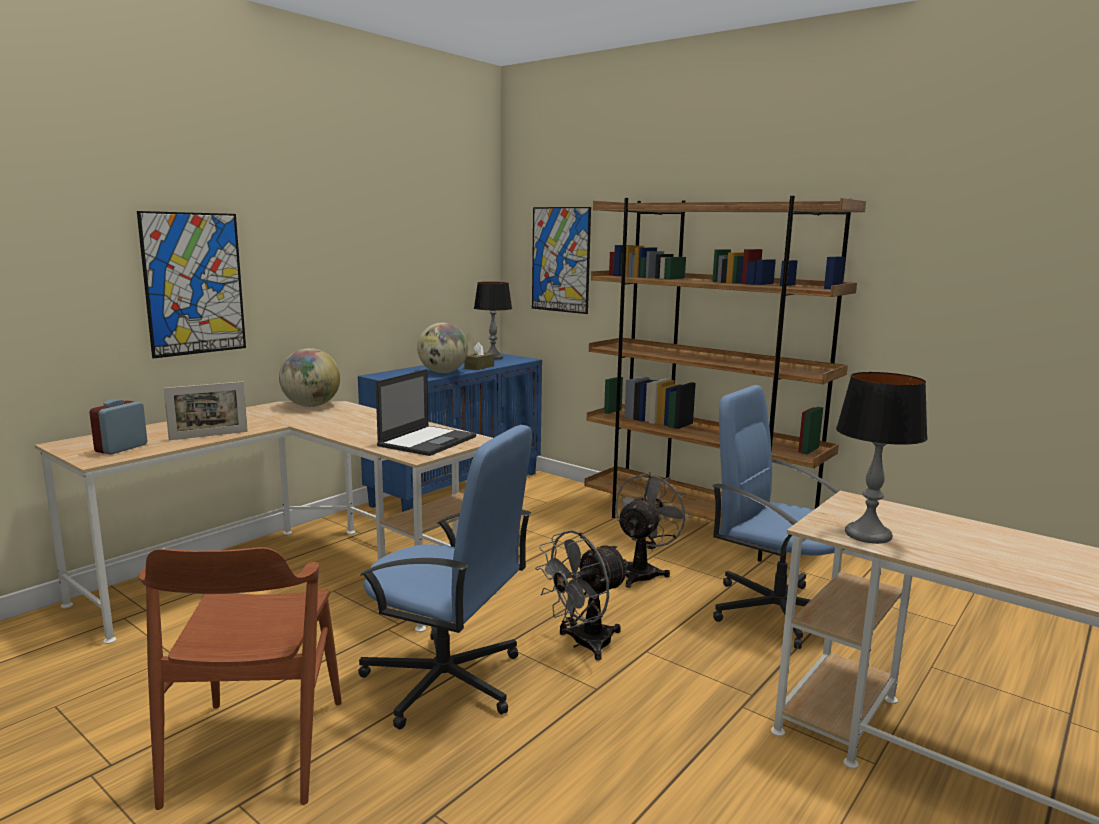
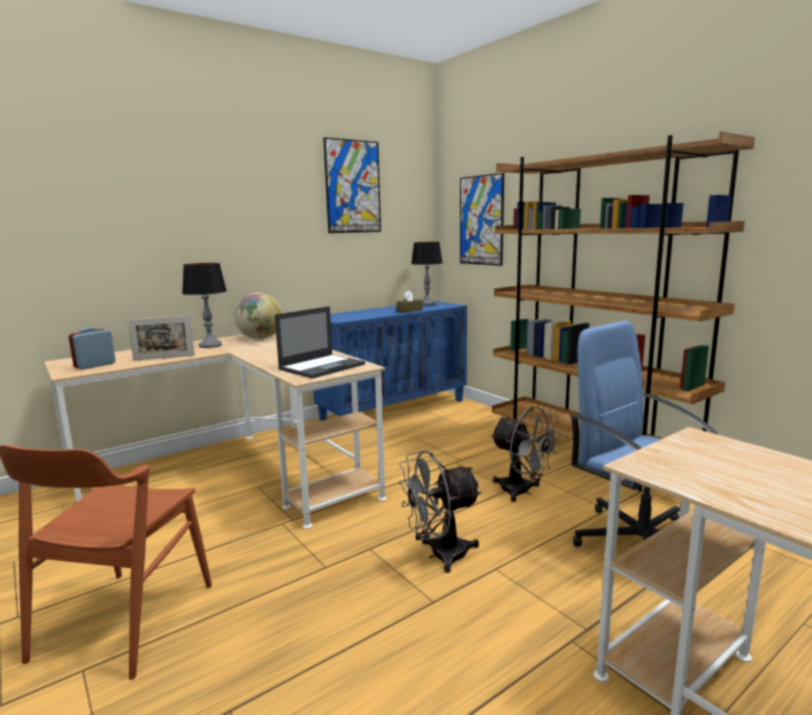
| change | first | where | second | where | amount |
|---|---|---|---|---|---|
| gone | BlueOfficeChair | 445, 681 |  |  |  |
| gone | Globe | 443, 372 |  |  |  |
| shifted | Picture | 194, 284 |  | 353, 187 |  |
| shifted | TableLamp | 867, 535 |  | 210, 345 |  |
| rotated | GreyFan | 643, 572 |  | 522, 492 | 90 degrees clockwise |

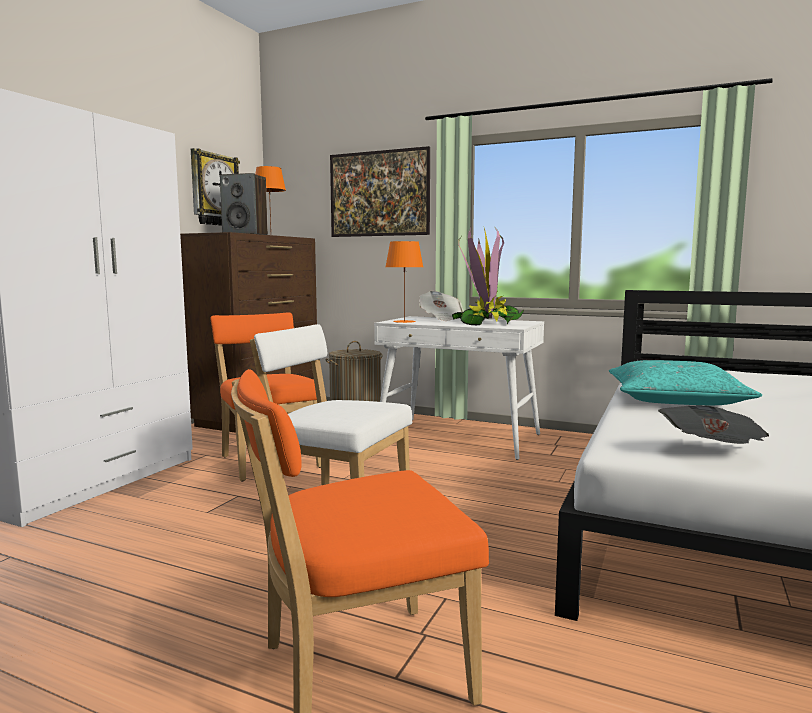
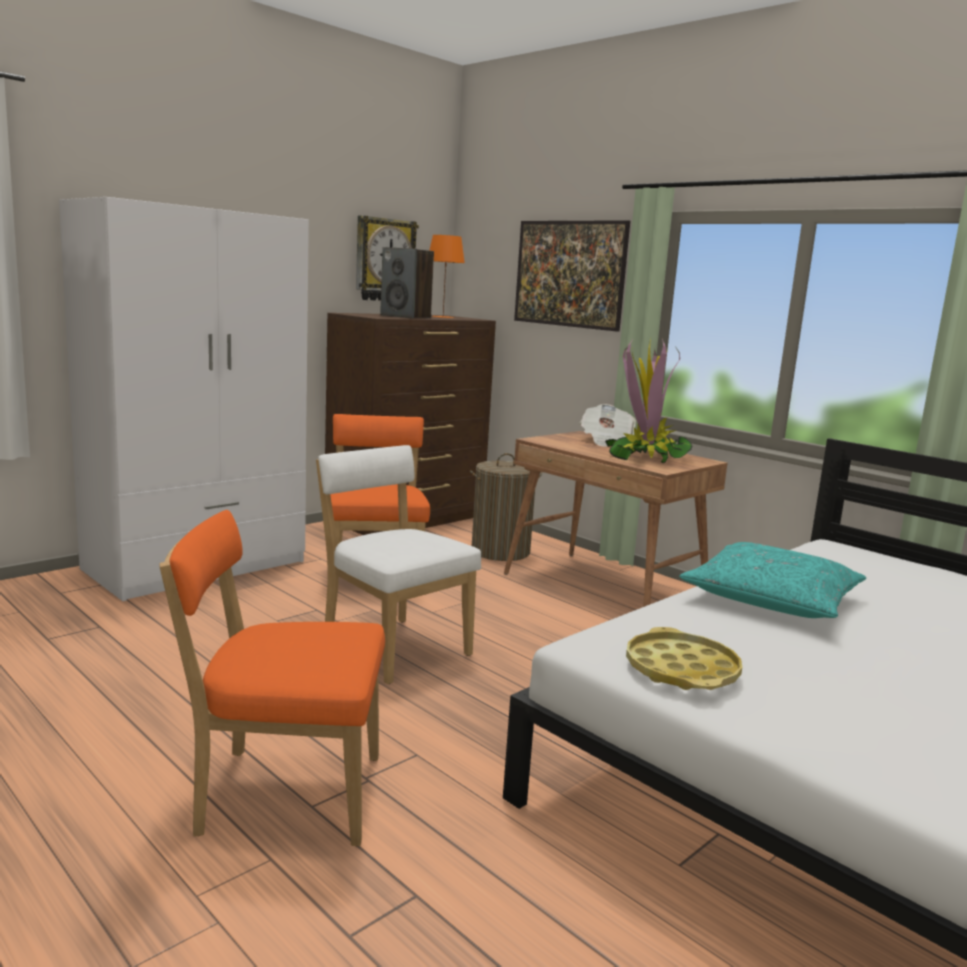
| change | first | where | second | where | amount |
|---|---|---|---|---|---|
| gone | OrangeTableLamp | 404, 321 |  |  |  |
| swapped | Newspaper | 712, 452 | YellowTray | 681, 670 |  |
| repainted | WhiteDesk | 459, 437 | BrownDesk | 605, 588 |  |

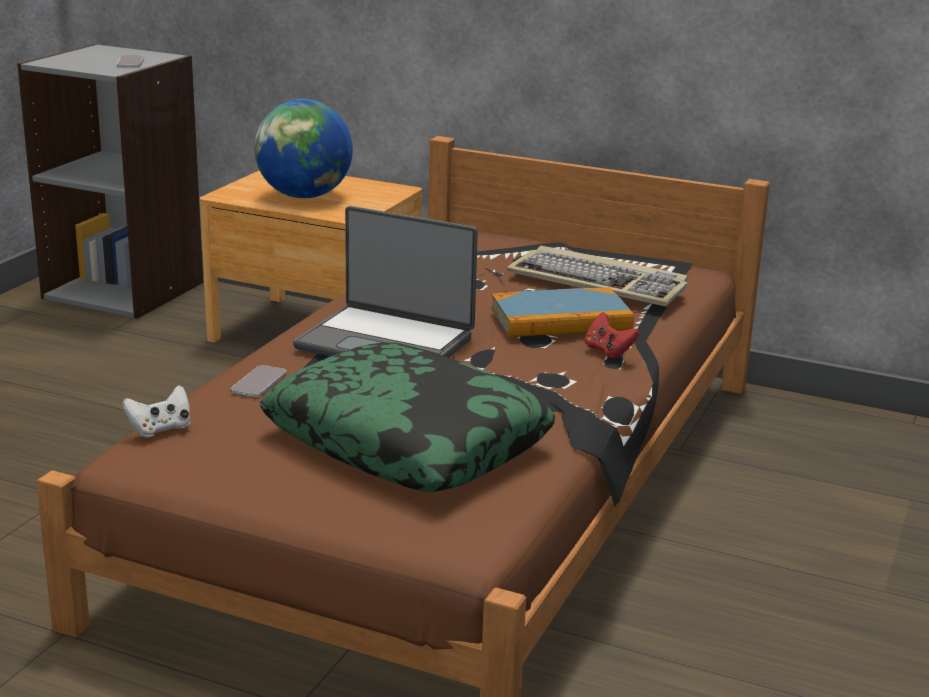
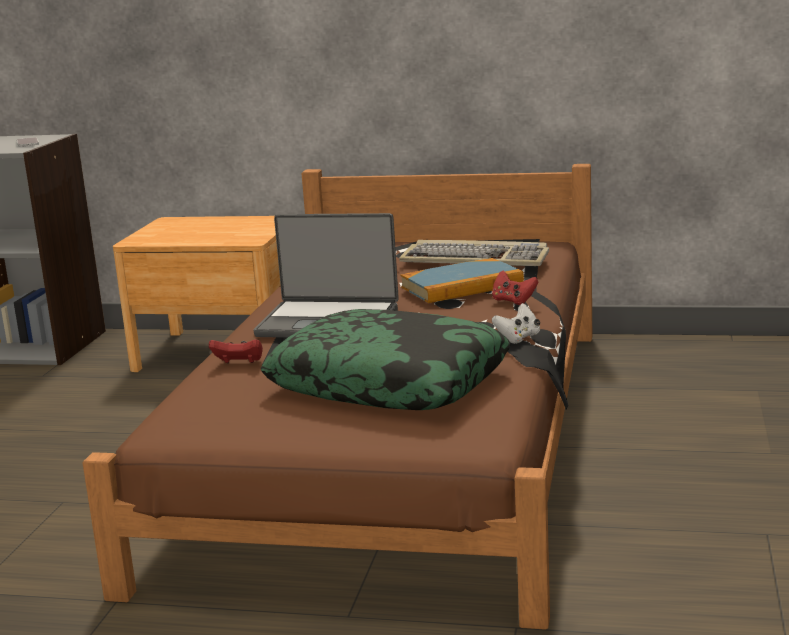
| change | first | where | second | where | amount |
|---|---|---|---|---|---|
| gone | Globe | 304, 196 |  |  |  |
| shifted | WhiteGameController | 160, 429 |  | 518, 338 |  |
| swapped | Phone | 259, 382 | RedGameController | 239, 363 |  |

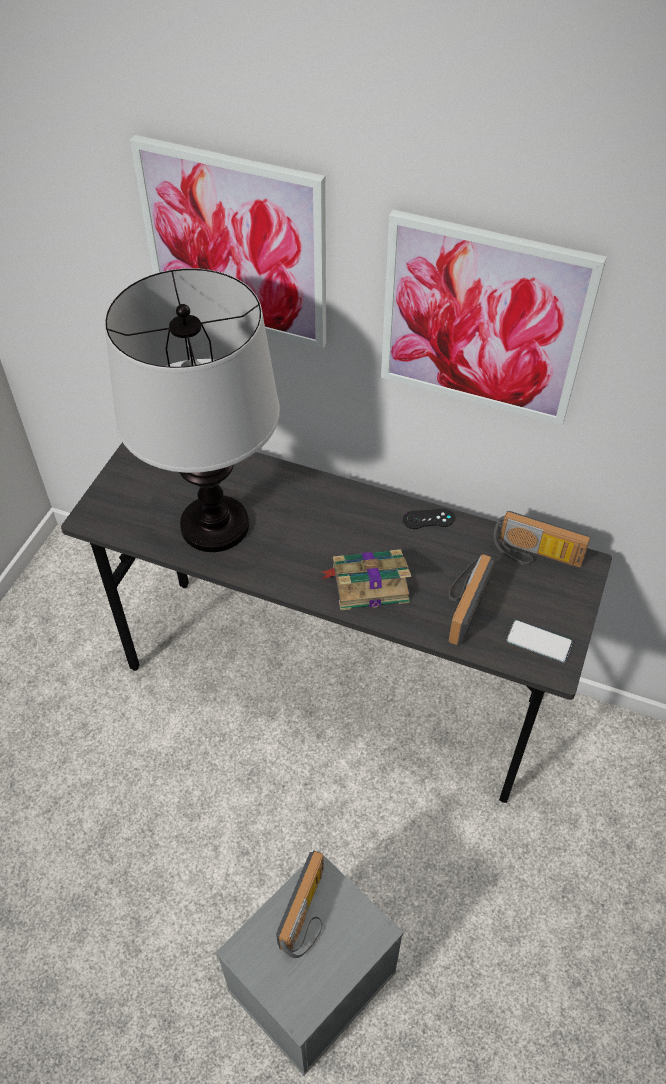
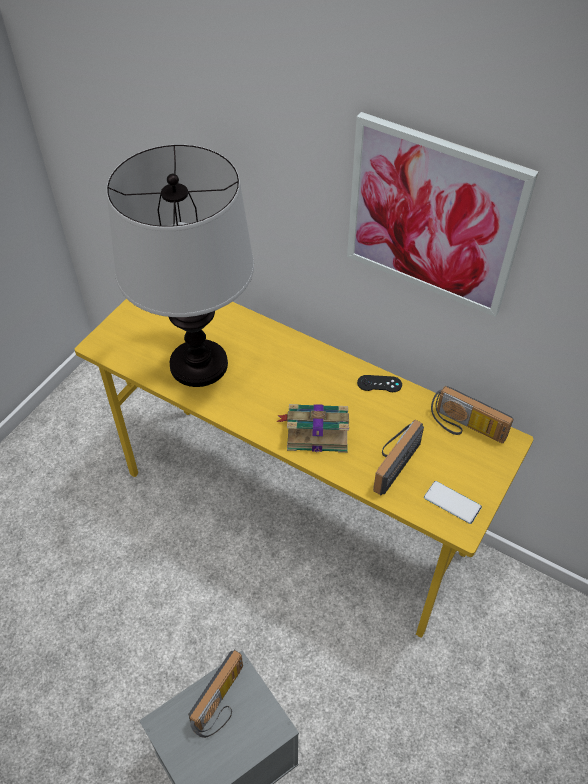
| change | first | where | second | where | amount |
|---|---|---|---|---|---|
| gone | Picture | 235, 244 |  |  |  |
| repainted | GreyDesk | 333, 683 | YellowDesk | 294, 512 |  |

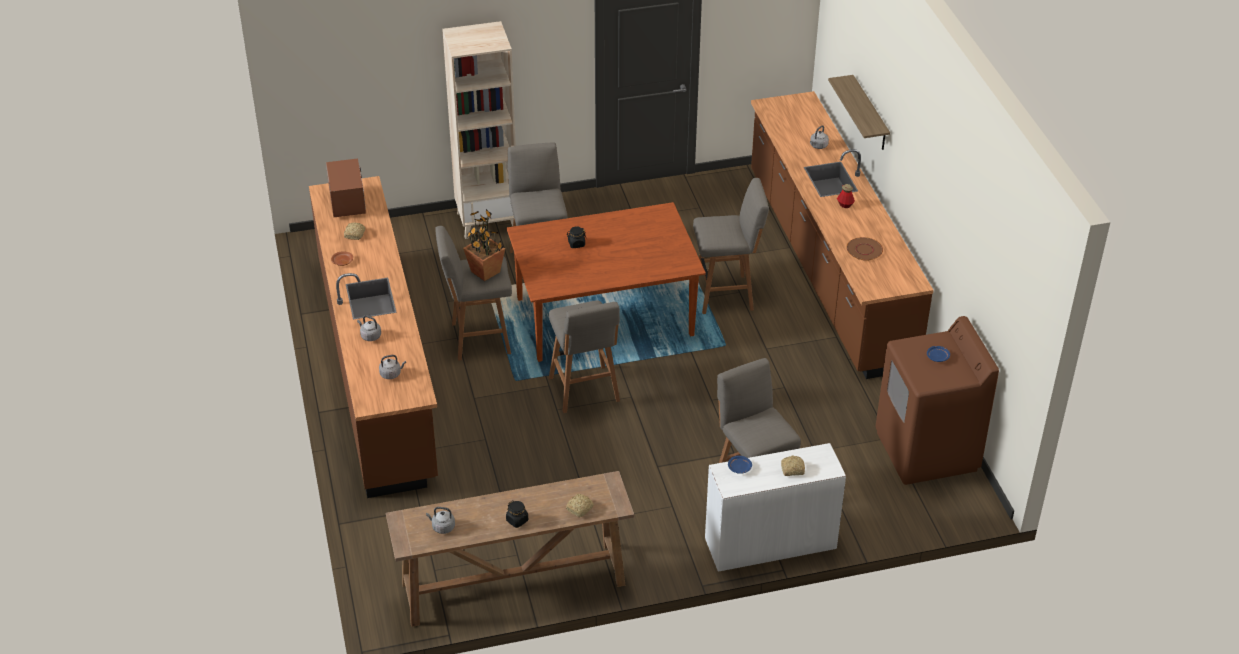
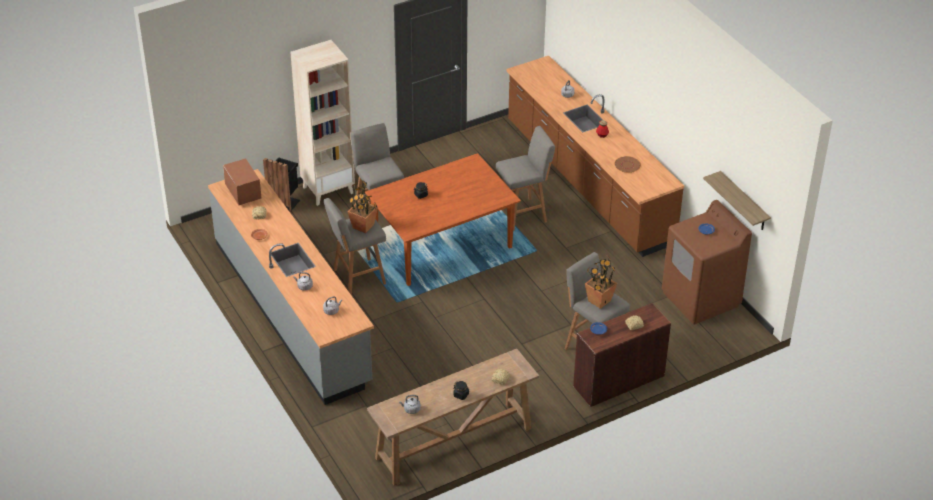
| change | first | where | second | where | amount |
|---|---|---|---|---|---|
| gone | GreyStool | 584, 391 |  |  |  |
| new |  |  | BlackTrashCan | 284, 202 |  |
| new |  |  | PottedPlant | 599, 301 |  |
| shifted | Shelf | 870, 114 |  | 744, 202 |  |
| repainted | BrownCounter | 377, 367 | GreyCounter | 292, 311 |  |
| repainted | WhiteDesk | 769, 542 | BrownDesk | 618, 380 |  |

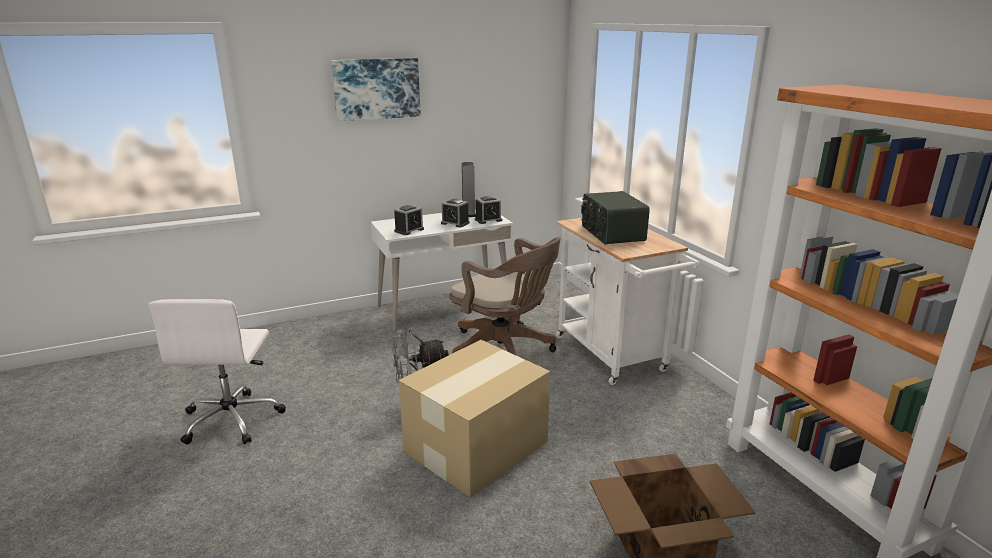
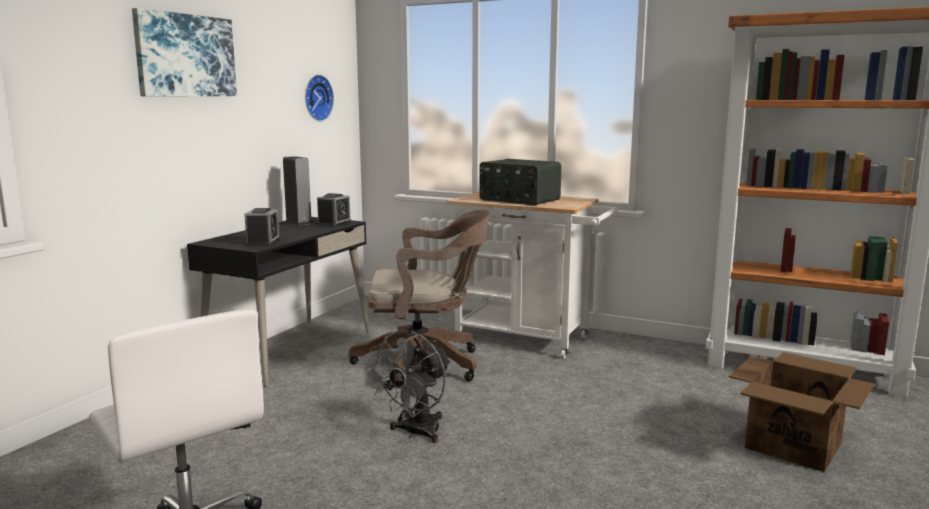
| change | first | where | second | where | amount |
|---|---|---|---|---|---|
| gone | CardboardBox | 478, 446 |  |  |  |
| gone | AlarmClock | 455, 223 |  |  |  |
| new |  |  | WallClock | 316, 98 |  |
| repainted | WhiteDesk | 444, 307 | BlackDesk | 289, 350 |  |

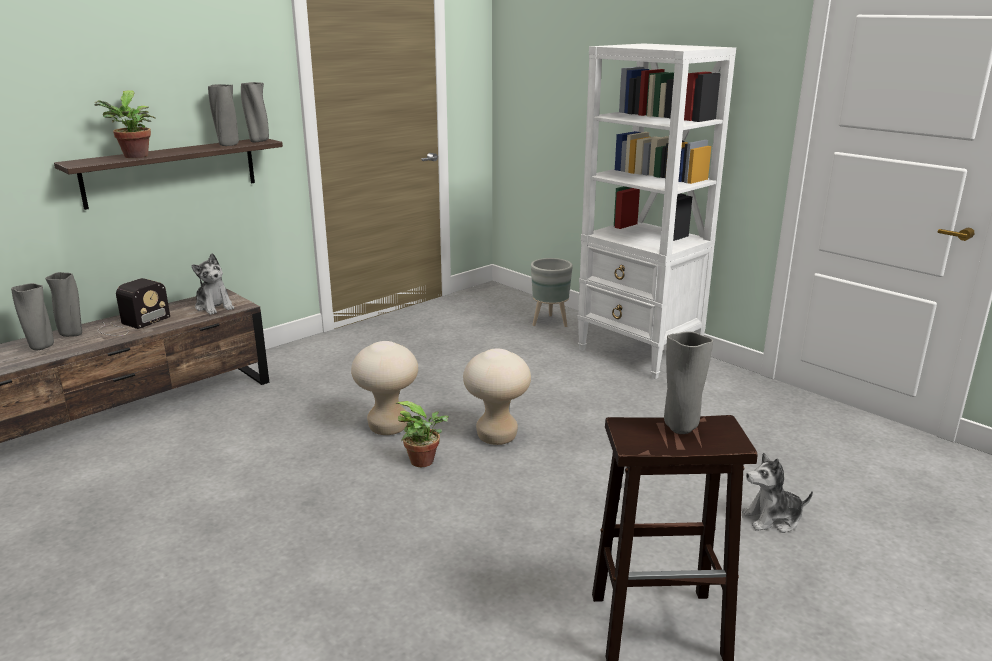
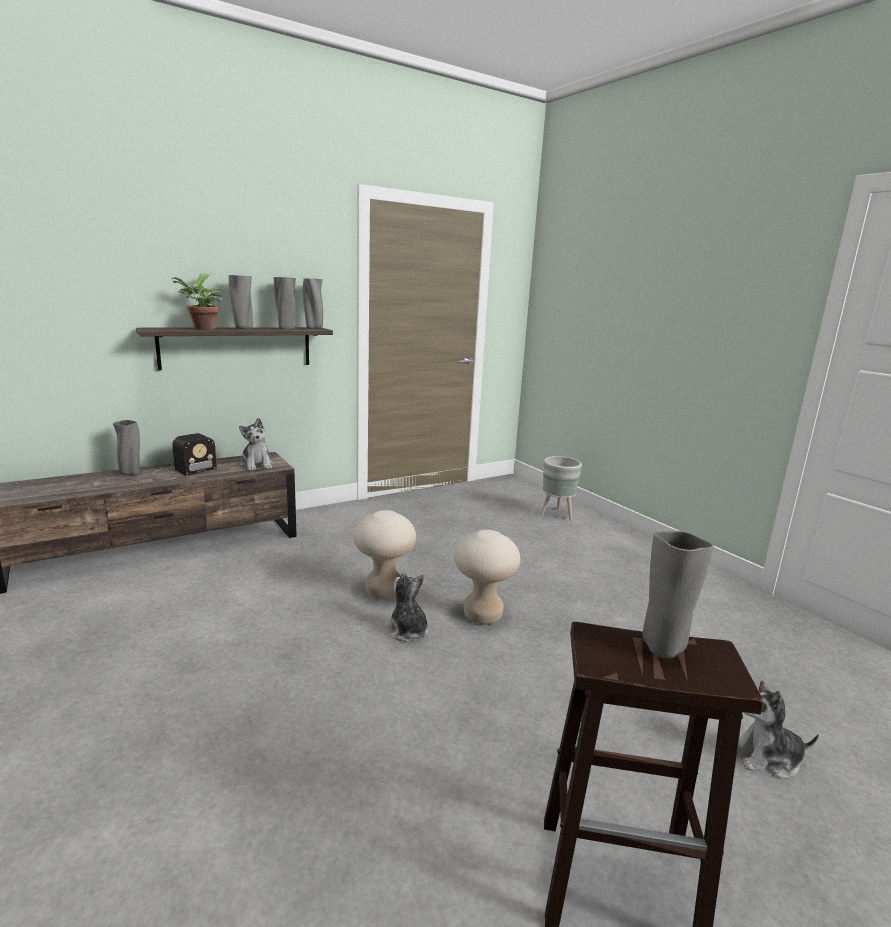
| change | first | where | second | where | amount |
|---|---|---|---|---|---|
| gone | WhiteBookcase | 639, 353 |  |  |  |
| shifted | GreyVase | 41, 347 |  | 242, 328 |  |
| swapped | PottedPlant | 425, 461 | PlushToy | 407, 631 |  |

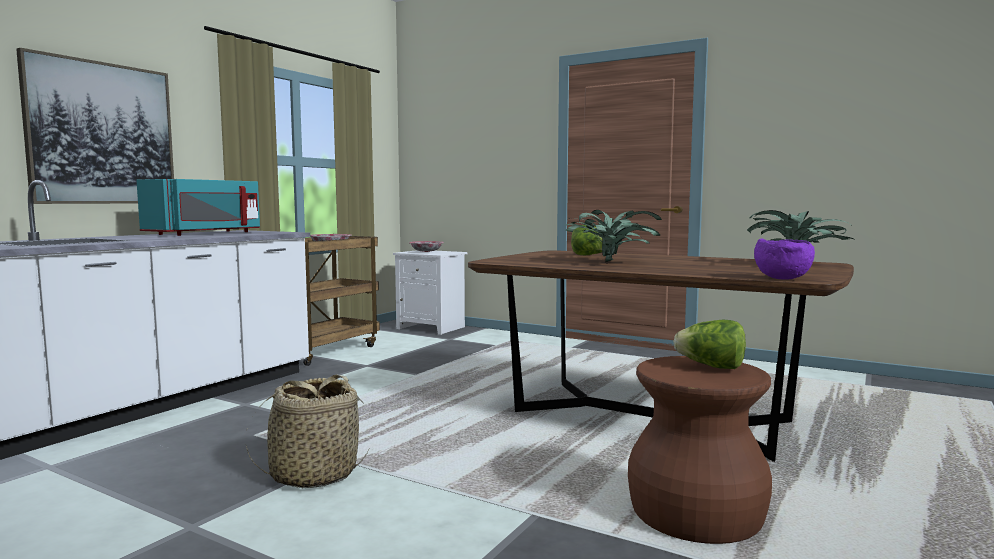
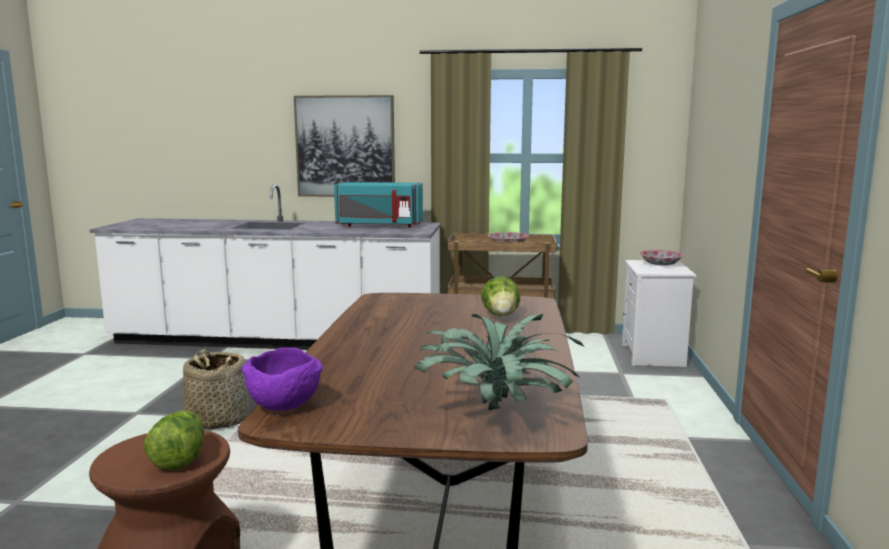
| change | first | where | second | where | amount |
|---|---|---|---|---|---|
| gone | PottedPlant | 611, 262 |  |  |  |

